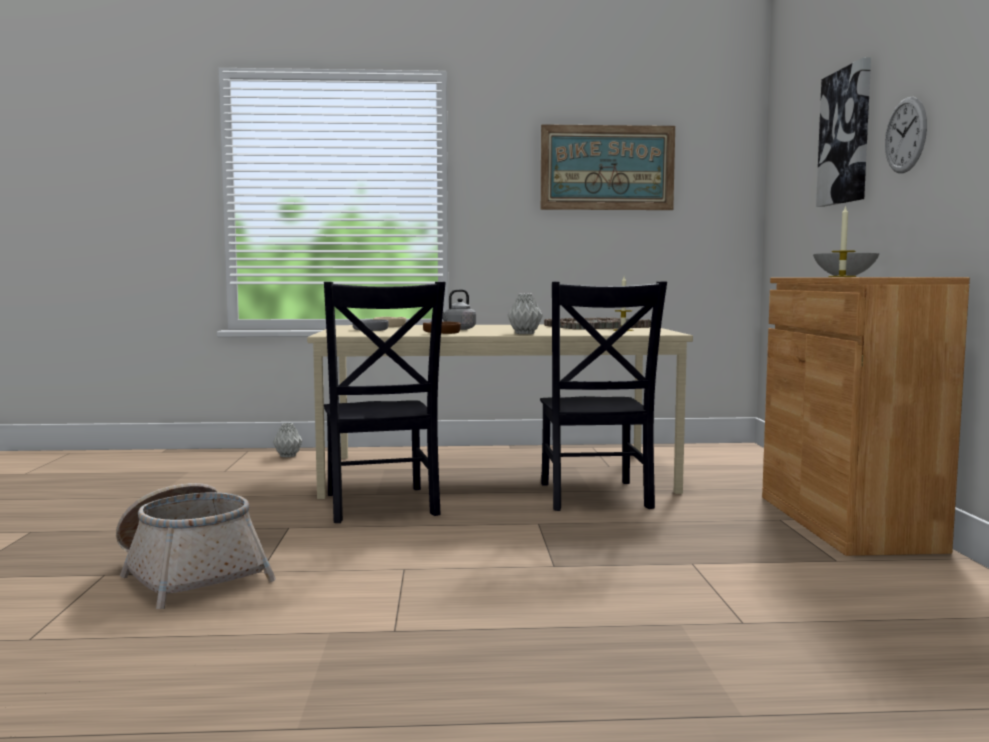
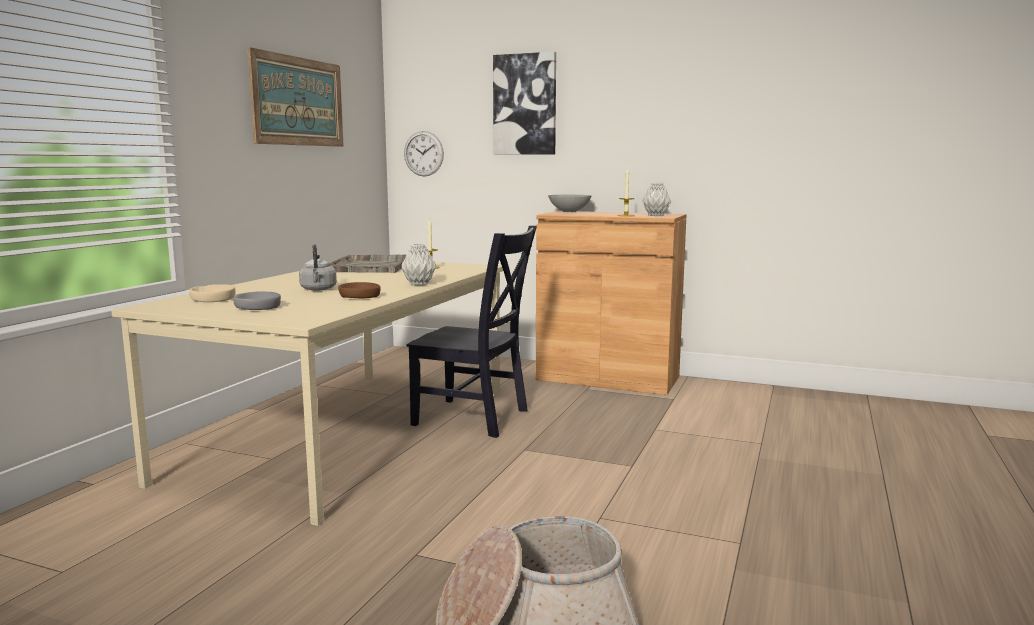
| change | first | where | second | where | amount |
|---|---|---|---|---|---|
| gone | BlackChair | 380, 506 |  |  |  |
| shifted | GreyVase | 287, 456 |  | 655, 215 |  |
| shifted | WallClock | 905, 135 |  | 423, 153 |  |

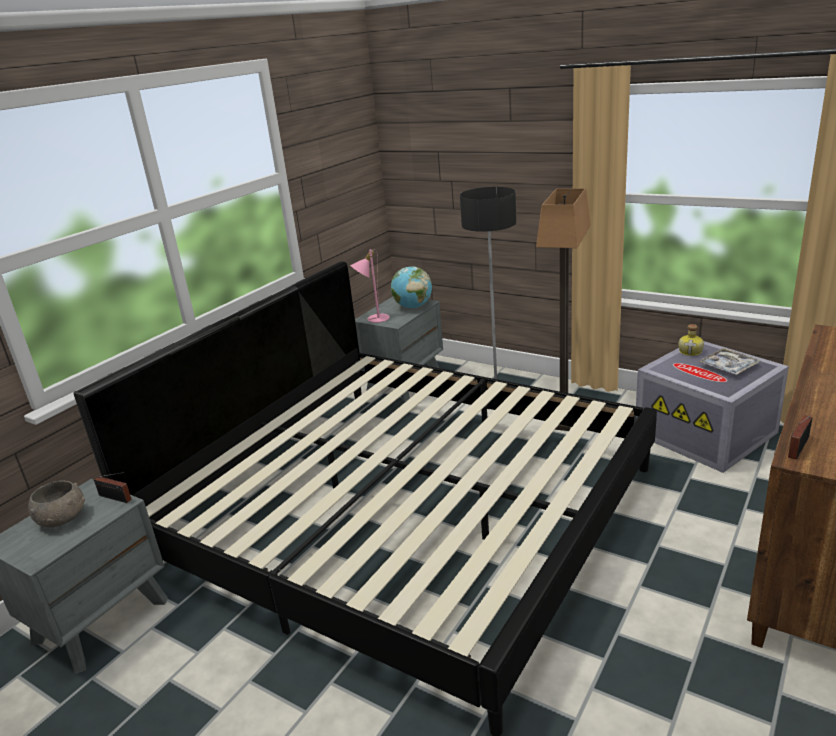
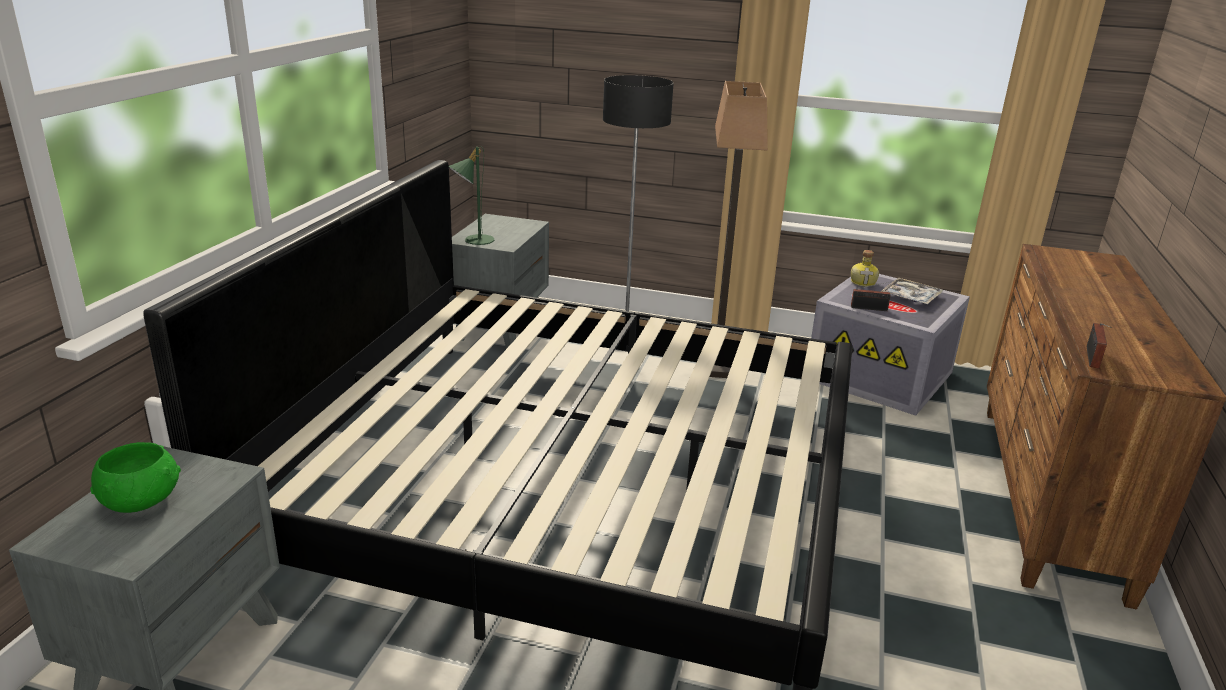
| change | first | where | second | where | amount |
|---|---|---|---|---|---|
| gone | Globe | 413, 307 |  |  |  |
| shifted | Radio | 116, 498 |  | 871, 309 |  |
| repainted | GreyBowl | 63, 519 | GreenBowl | 142, 500 |  |
| repainted | PinkTableLamp | 373, 318 | GreenTableLamp | 473, 240 |  |

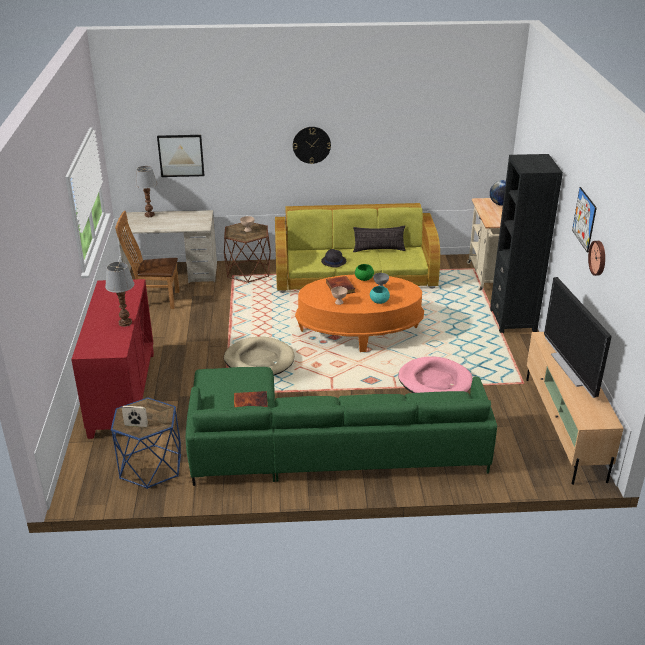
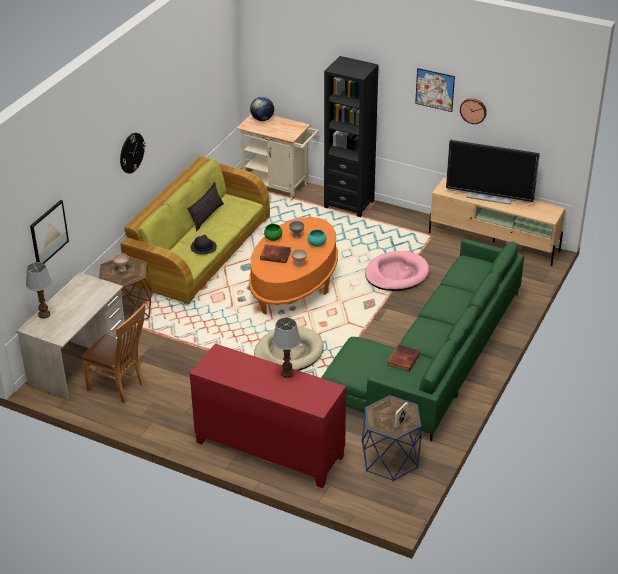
| change | first | where | second | where | amount |
|---|---|---|---|---|---|
| rotated | BrownChair | 154, 299 |  | 119, 387 | 90 degrees counterclockwise |

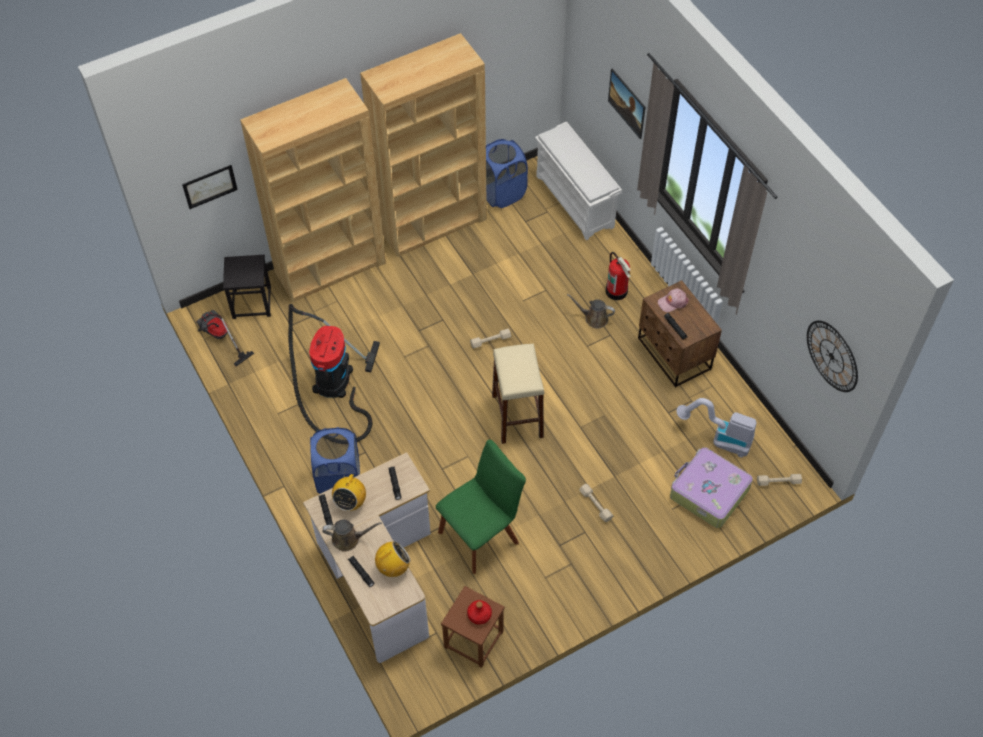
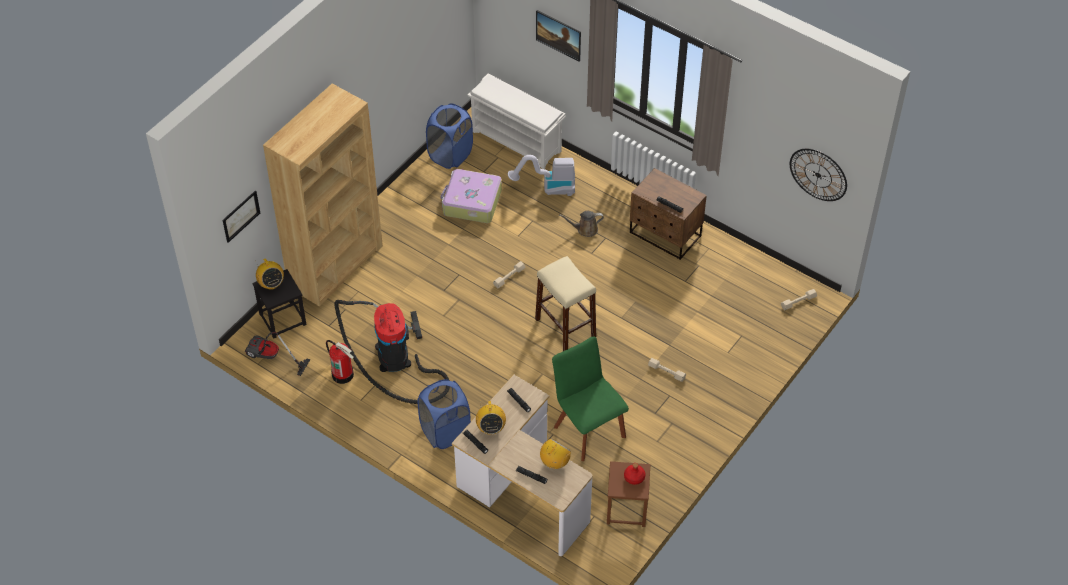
| change | first | where | second | where | amount |
|---|---|---|---|---|---|
| gone | BrownWateringCan | 348, 539 |  |  |  |
| gone | BrownBookcase | 433, 223 |  |  |  |
| gone | PinkCap | 672, 302 |  |  |  |
| new |  |  | Radio | 271, 284 |  |
| shifted | FireExtinguisher | 617, 291 |  | 343, 374 |  |
| shifted | Suitcase | 708, 492 |  | 471, 202 |  |
| shifted | VacuumCleaner | 718, 438 |  | 547, 189 |  |
| rotated | GreenChair | 481, 534 |  | 588, 429 | 60 degrees counterclockwise |

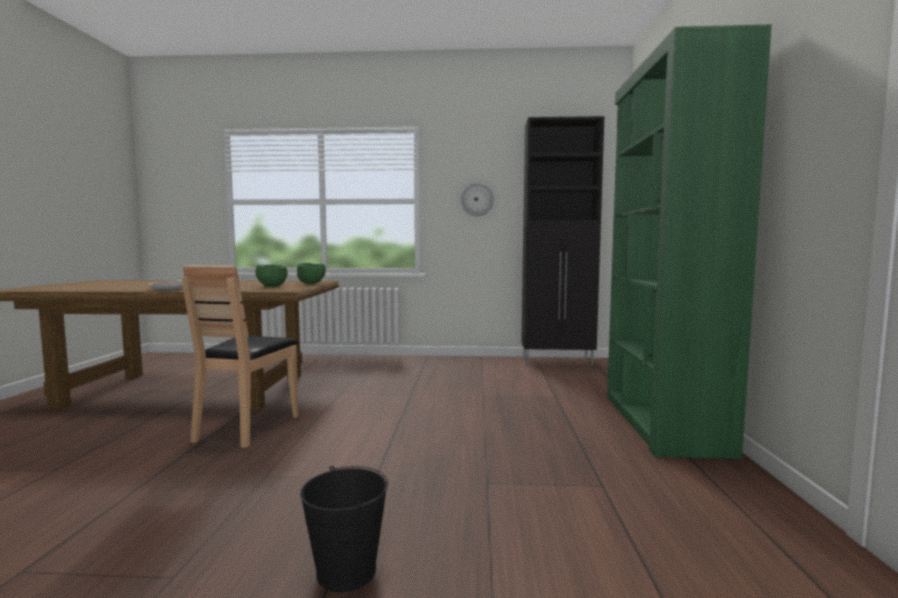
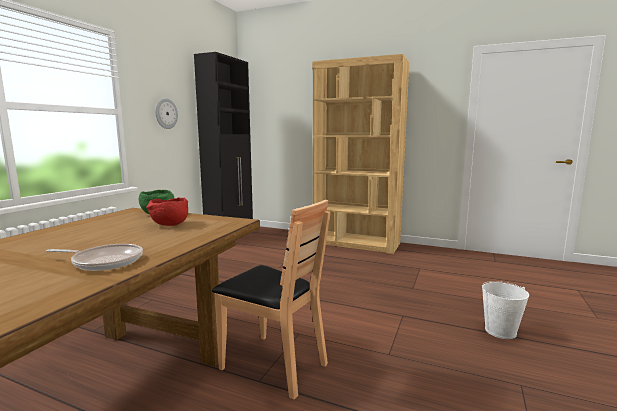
| change | first | where | second | where | amount |
|---|---|---|---|---|---|
| repainted | GreenBowl | 271, 286 | RedBowl | 169, 225 |  |
| repainted | BlackBucket | 346, 572 | WhiteBucket | 500, 331 |  |
| repainted | GreenBookcase | 662, 423 | BrownBookcase | 356, 243 |  |

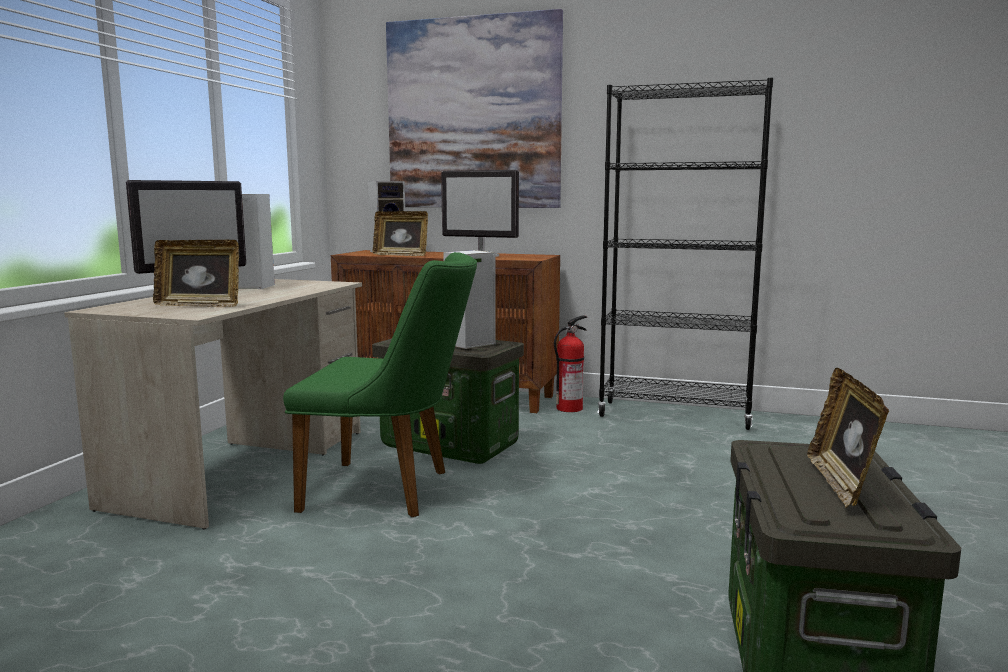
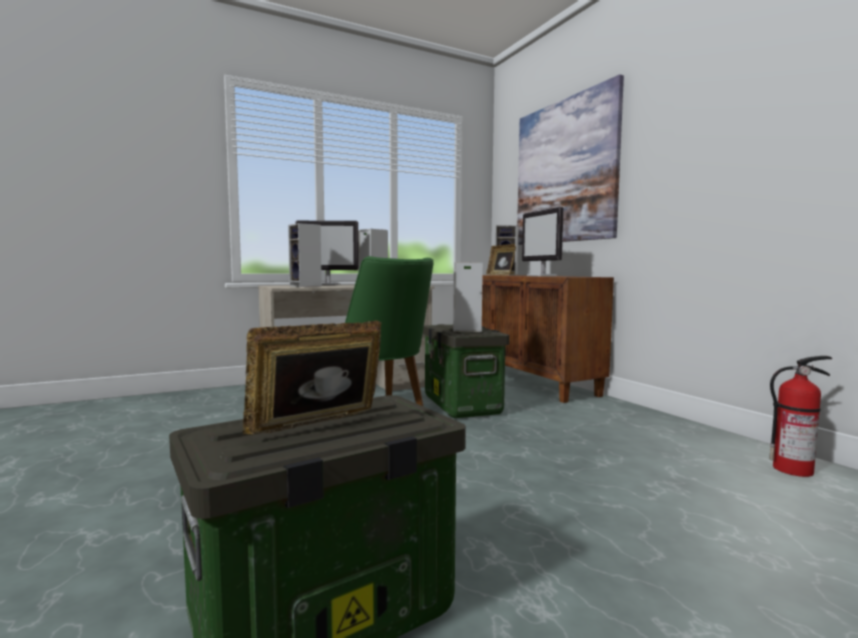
| change | first | where | second | where | amount |
|---|---|---|---|---|---|
| gone | BlackBookcase | 675, 415 |  |  |  |
| shifted | FireExtinguisher | 569, 408 |  | 793, 469 |  |
| swapped | PictureFrame | 199, 305 | Speaker | 306, 286 |  |

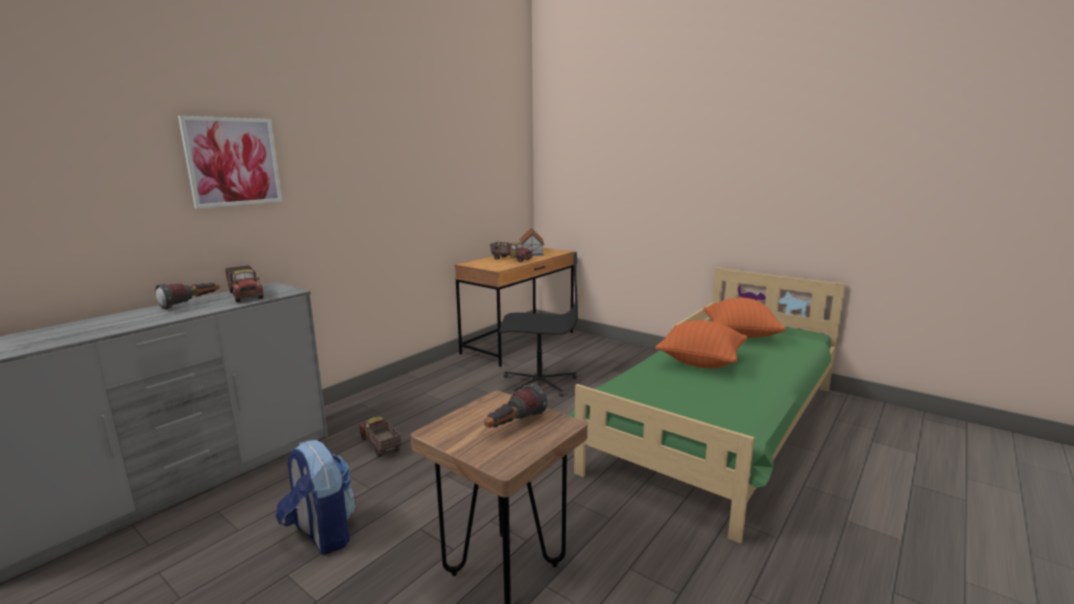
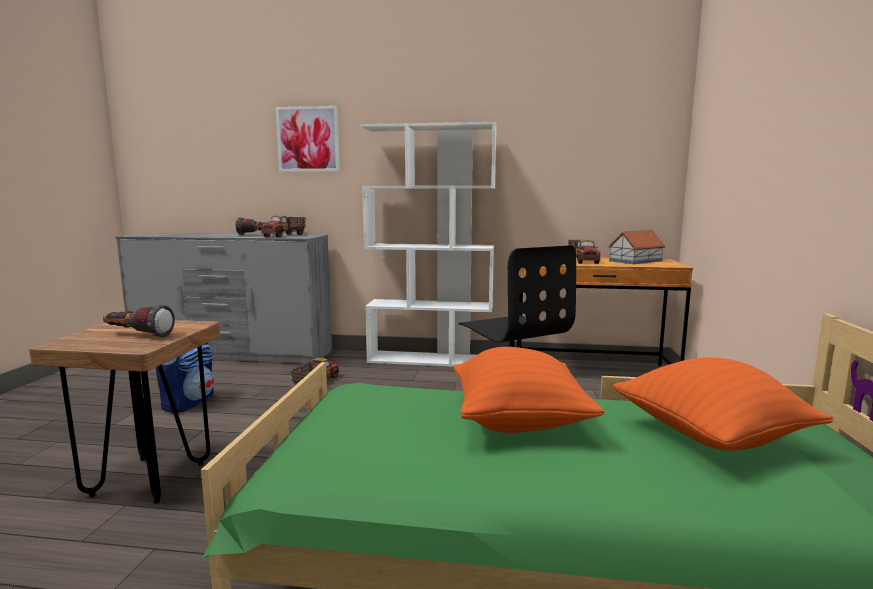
| change | first | where | second | where | amount |
|---|---|---|---|---|---|
| new |  |  | WhiteBookcase | 431, 359 |  |

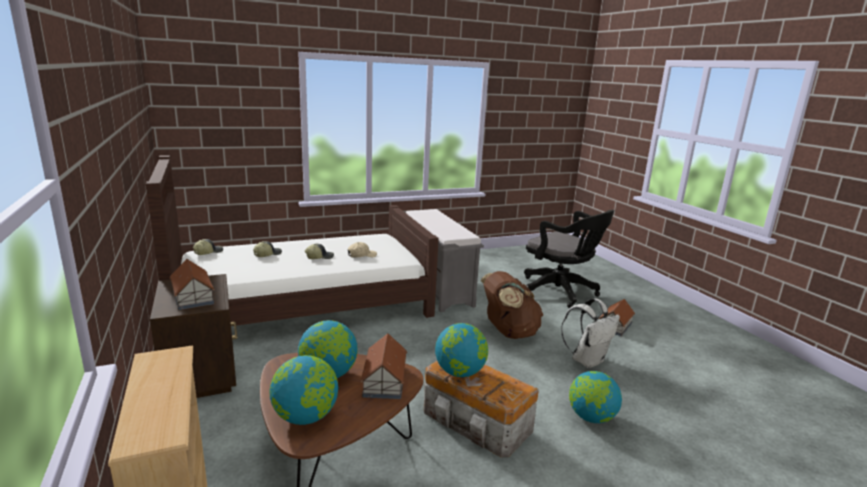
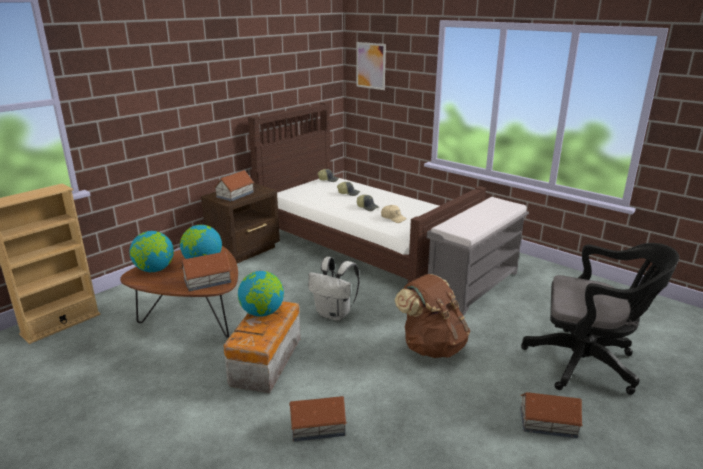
| change | first | where | second | where | amount |
|---|---|---|---|---|---|
| new |  |  | Picture | 370, 65 |  |
| shifted | WhiteBackpack | 587, 360 |  | 334, 314 |  |
| swapped | Globe | 591, 417 | ToyHouse | 317, 426 |  |
| rotated | BlackOfficeChair | 561, 292 |  | 587, 363 | 90 degrees counterclockwise |

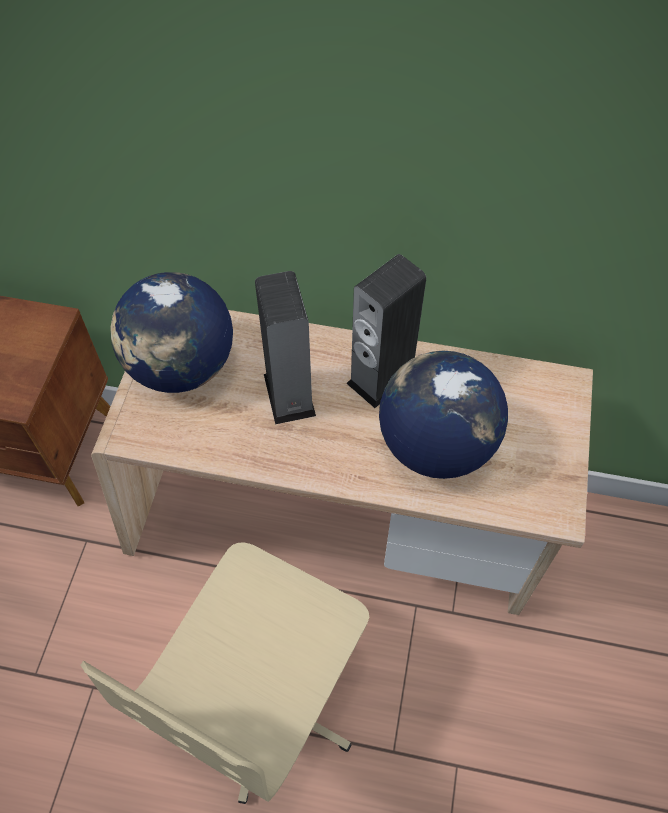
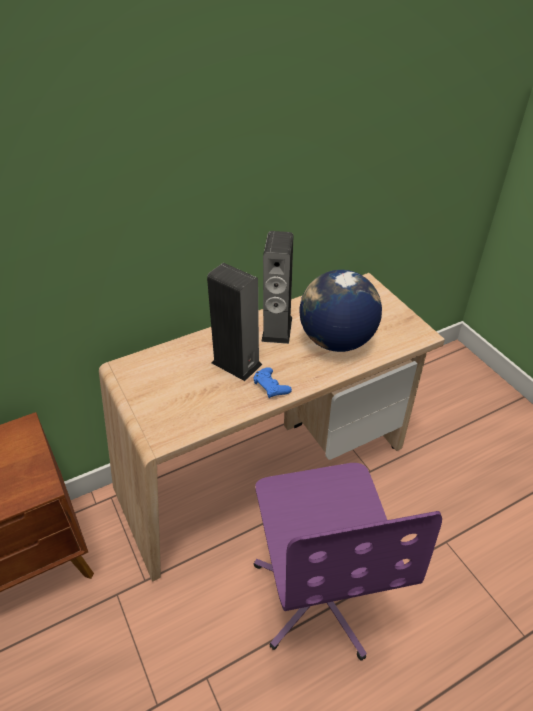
| change | first | where | second | where | amount |
|---|---|---|---|---|---|
| gone | Globe | 181, 367 |  |  |  |
| new |  |  | BlueGameController | 271, 386 |  |
| repainted | BeigeOfficeChair | 267, 700 | PurpleOfficeChair | 321, 592 |  |

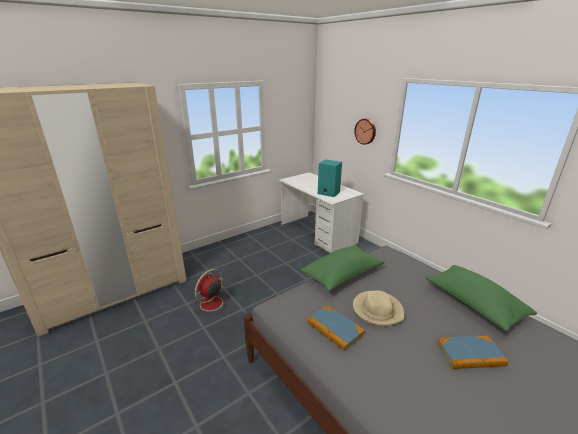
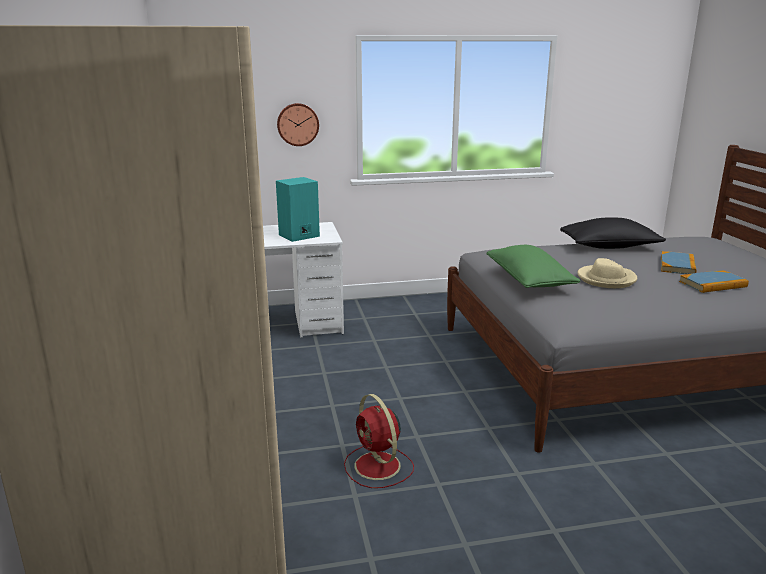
| change | first | where | second | where | amount |
|---|---|---|---|---|---|
| shifted | Book | 335, 329 |  | 713, 284 |  |
| repainted | GreenPillow | 473, 304 | BlackPillow | 609, 247 |  |

